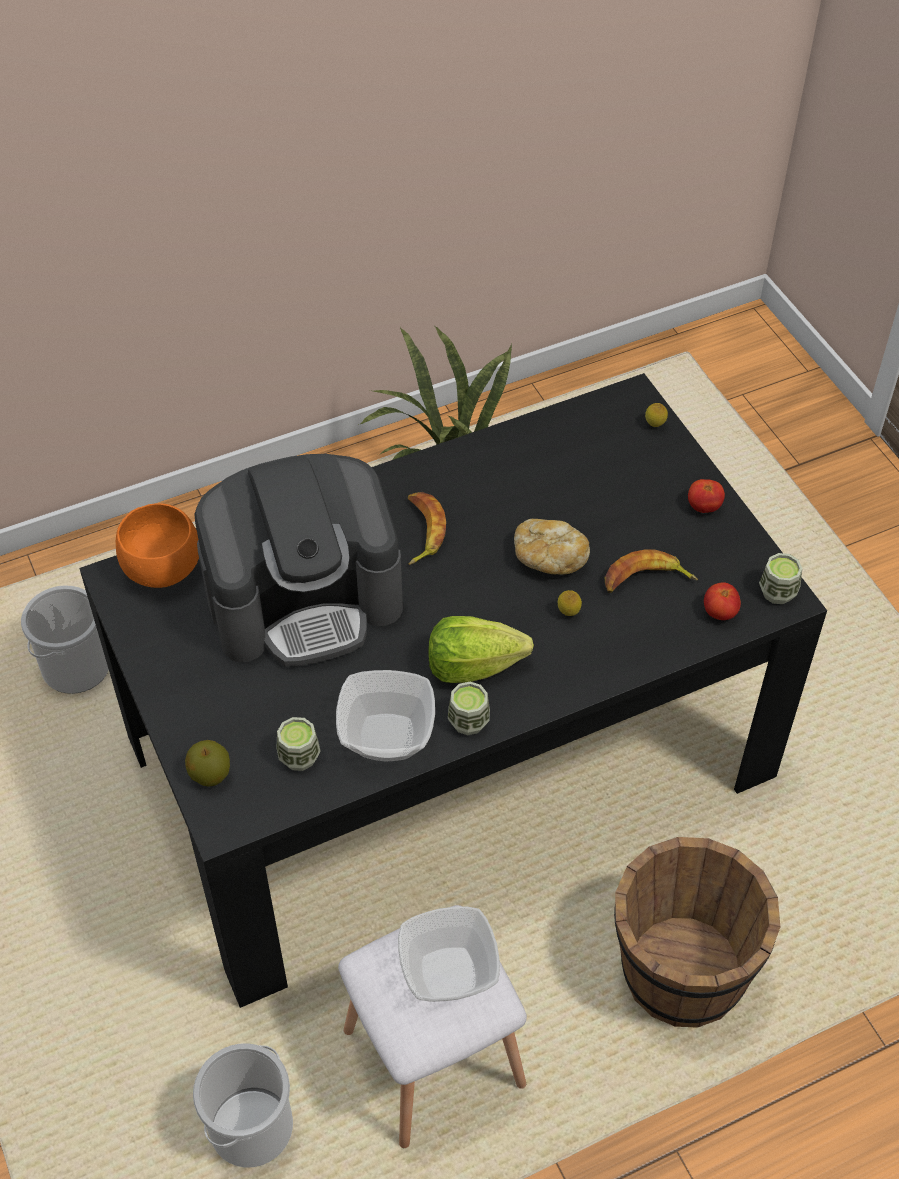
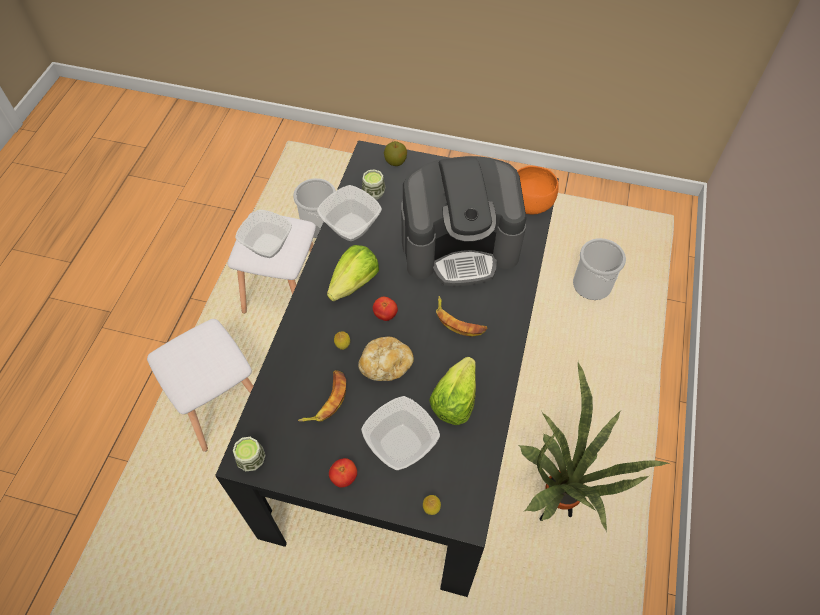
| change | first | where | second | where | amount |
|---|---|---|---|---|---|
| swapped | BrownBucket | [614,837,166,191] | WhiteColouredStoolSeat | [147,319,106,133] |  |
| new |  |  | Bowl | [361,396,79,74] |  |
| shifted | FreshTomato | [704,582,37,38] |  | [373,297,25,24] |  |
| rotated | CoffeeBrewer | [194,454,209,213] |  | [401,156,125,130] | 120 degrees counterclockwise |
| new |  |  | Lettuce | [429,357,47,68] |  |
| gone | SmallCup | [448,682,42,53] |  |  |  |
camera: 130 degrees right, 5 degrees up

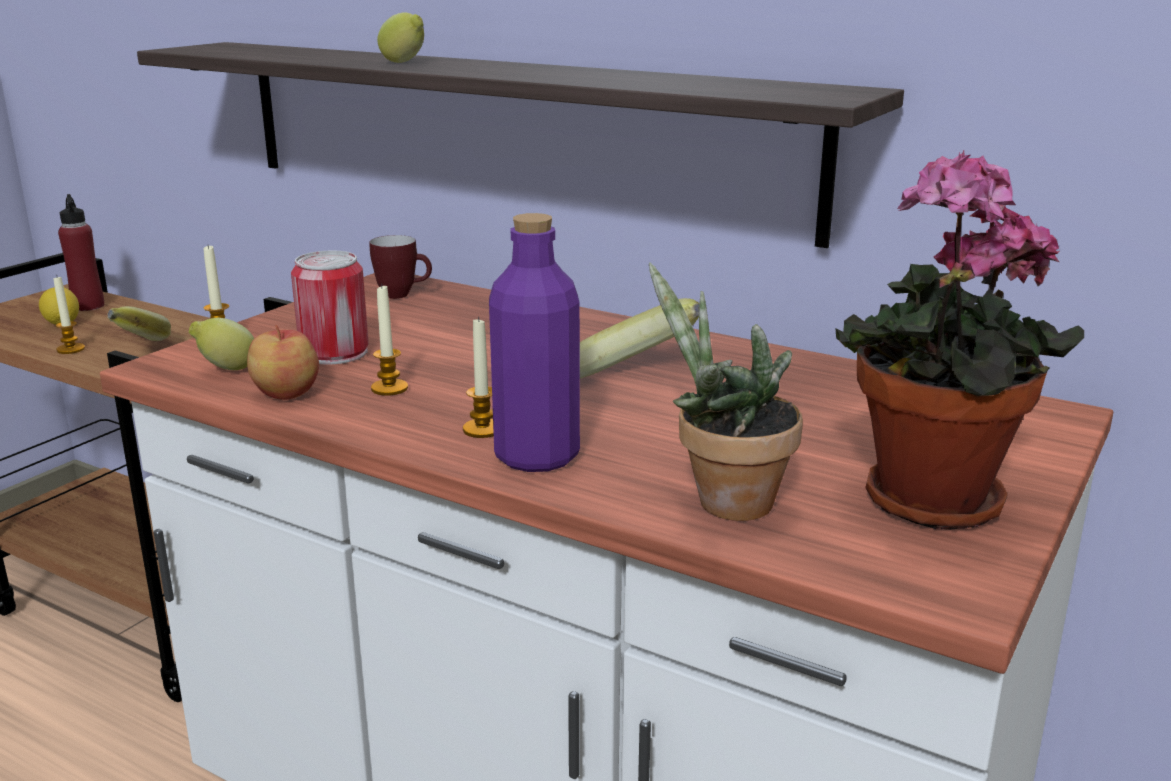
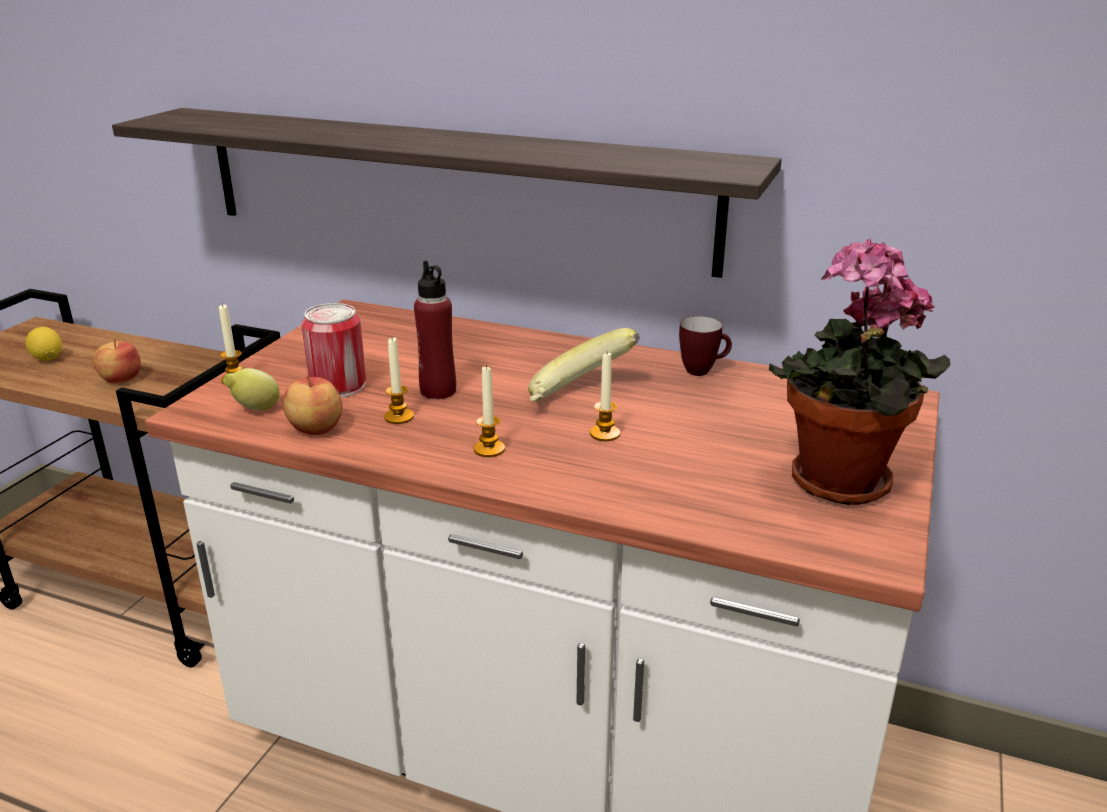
| change | first | where | second | where | amount |
|---|---|---|---|---|---|
| swapped | Banana | [107,306,64,35] | AppleFruit | [93,339,48,45] |  |
| shifted | RedColouredBeverageBottle | [58,194,46,117] |  | [414,261,42,138] |  |
| shifted | WaxCandle | [53,277,32,77] |  | [590,353,30,88] |  |
| shifted | Mug | [369,235,63,64] |  | [679,316,53,60] |  |
| gone | WholeLemon | [377,12,47,51] |  |  |  |
| gone | PurplishBeverageBottle | [489,213,91,259] |  |  |  |
| gone | PottedPlant | [649,263,154,258] |  |  |  |
camera: 10 degrees left, 5 degrees up

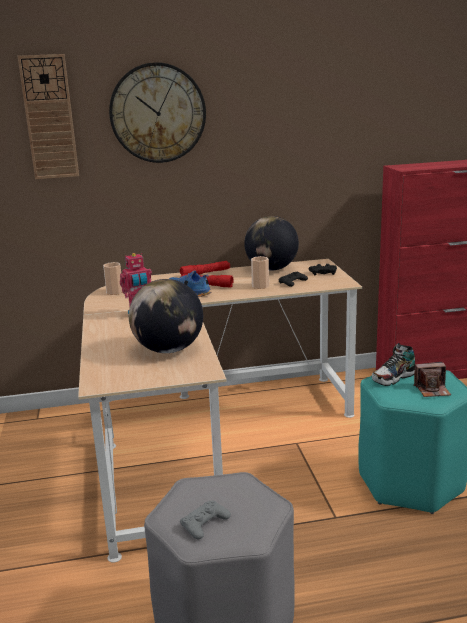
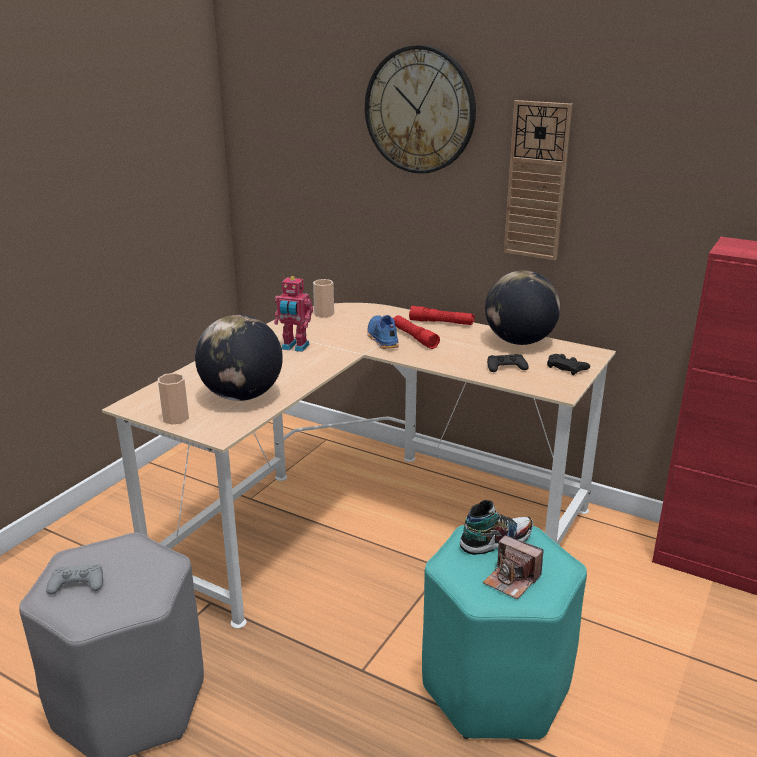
| change | first | where | second | where | amount |
|---|---|---|---|---|---|
| shifted | SmallCup | [251,256,18,33] |  | [158,373,31,52] |  |
| rotated | ItemOfFootwear | [372,343,43,43] |  | [460,500,73,55] | 150 degrees clockwise |
| shifted | HangingClock | [17,54,62,125] |  | [504,100,69,161] |  |
camera: 40 degrees right, 5 degrees up

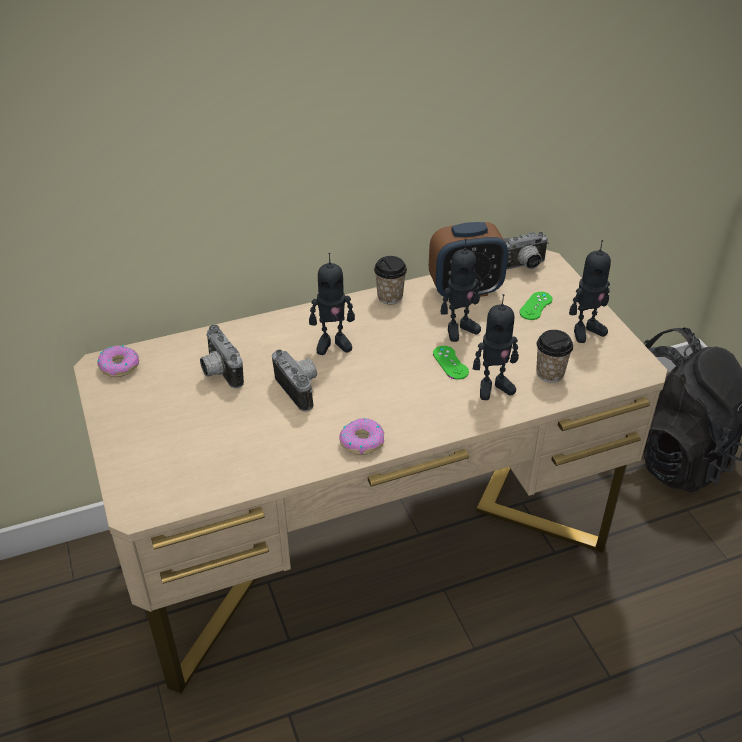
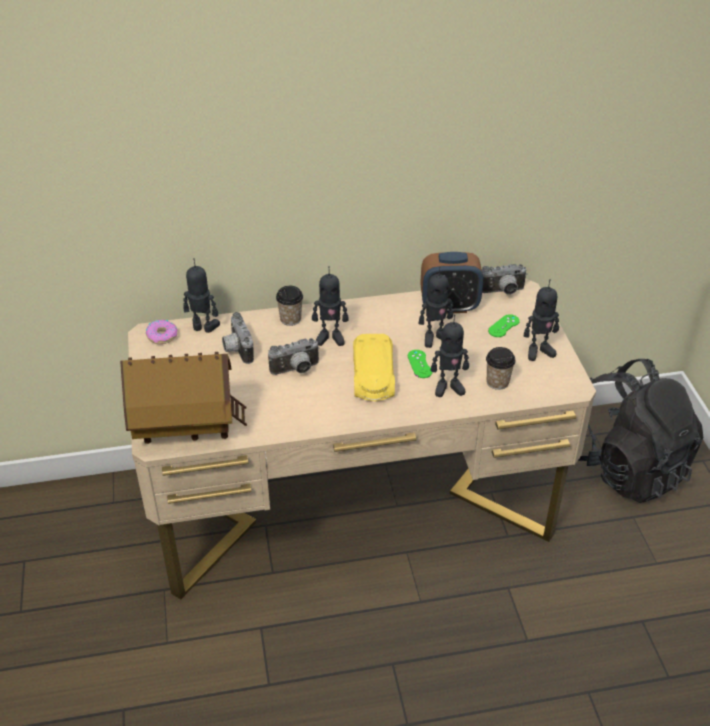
| change | first | where | second | where | amount |
|---|---|---|---|---|---|
| new |  |  | ToyHouse | [120,352,127,92] |  |
| new |  |  | ToyRobot | [183,258,37,75] |  |
| rotated | PhotoCamera | [272,349,45,63] |  | [268,338,52,37] | 90 degrees clockwise |
| shifted | SmallCup | [374,256,33,48] |  | [276,286,27,40] |  |
| new |  |  | YellowColouredModelCar | [353,334,42,67] |  |
| gone | Donut | [339,418,45,37] |  |  |  |
camera: 10 degrees right, 0 degrees up

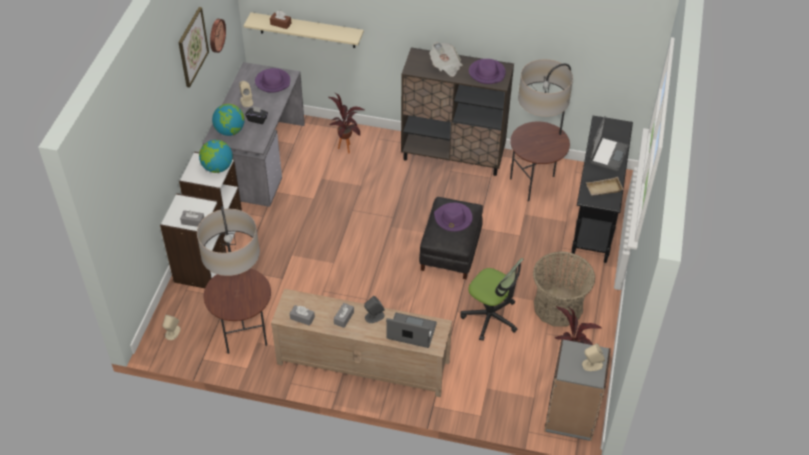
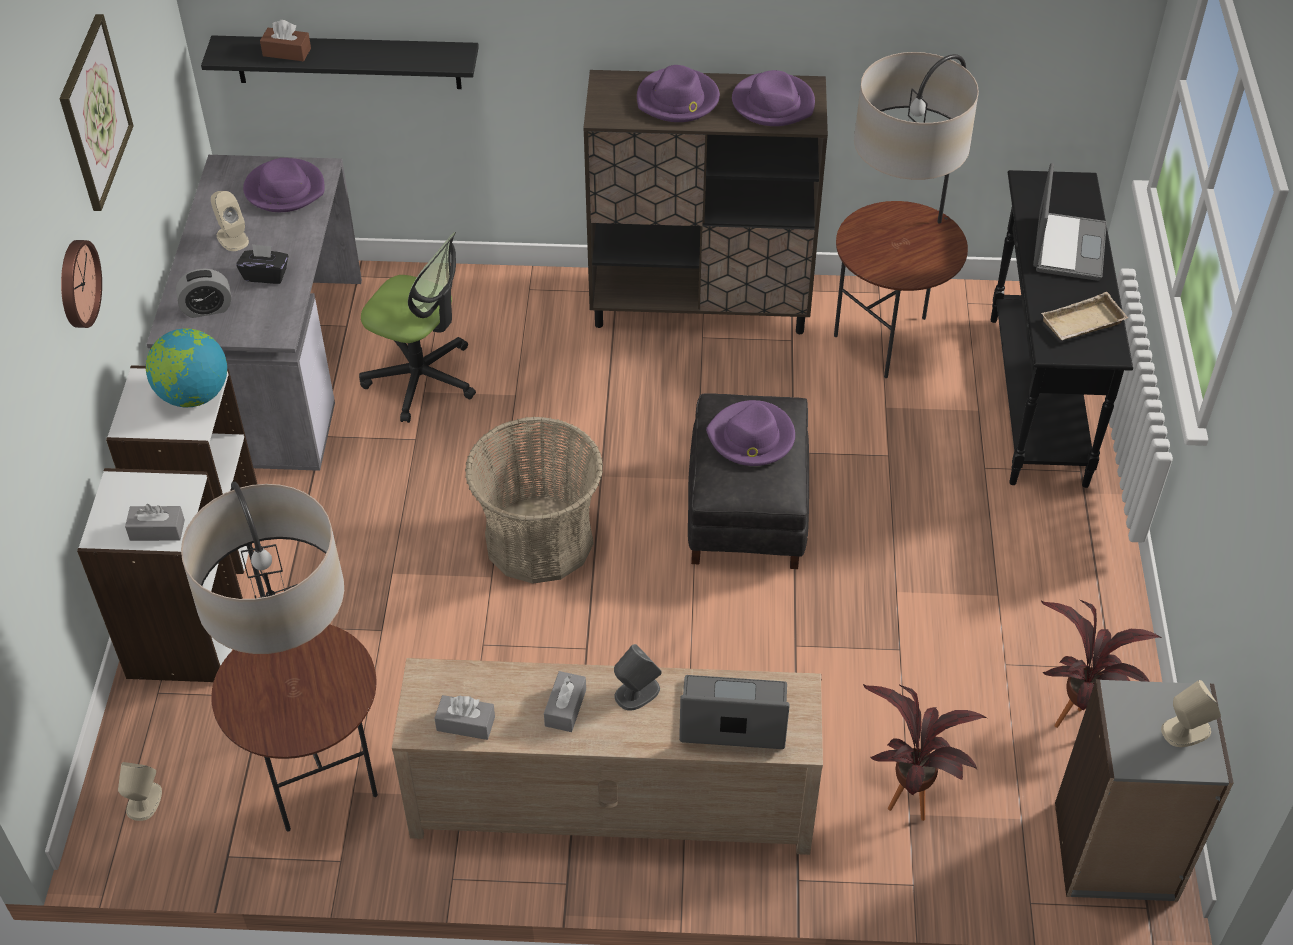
| change | first | where | second | where | amount |
|---|---|---|---|---|---|
| shifted | HangingClock | [210,19,16,34] |  | [61,240,41,88] |  |
| swapped | Globe | [212,104,33,32] | AlarmClock | [176,269,55,49] |  |
| repainted | SandColouredWallShelf | [244,12,120,36] | BlackWallShelf | [201,35,278,54] |  |
| shifted | DeskChair | [460,258,63,83] |  | [359,232,117,191] |  |
| shifted | StorageBasket | [533,251,62,76] |  | [465,417,138,167] |  |
| swapped | PrintedPaper | [429,42,34,35] | PurplishClothingHat | [637,65,83,57] |  |
| shifted | PottedPlant | [328,92,36,61] |  | [863,684,123,137] |  |
camera: 10 degrees left, 0 degrees up

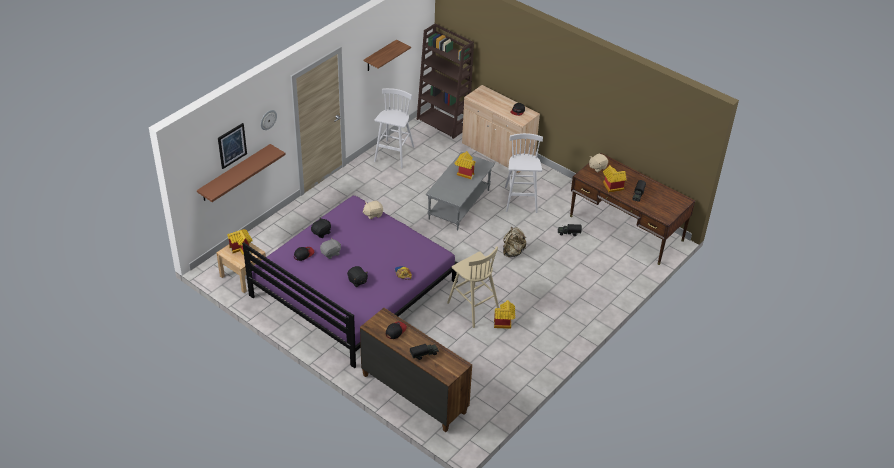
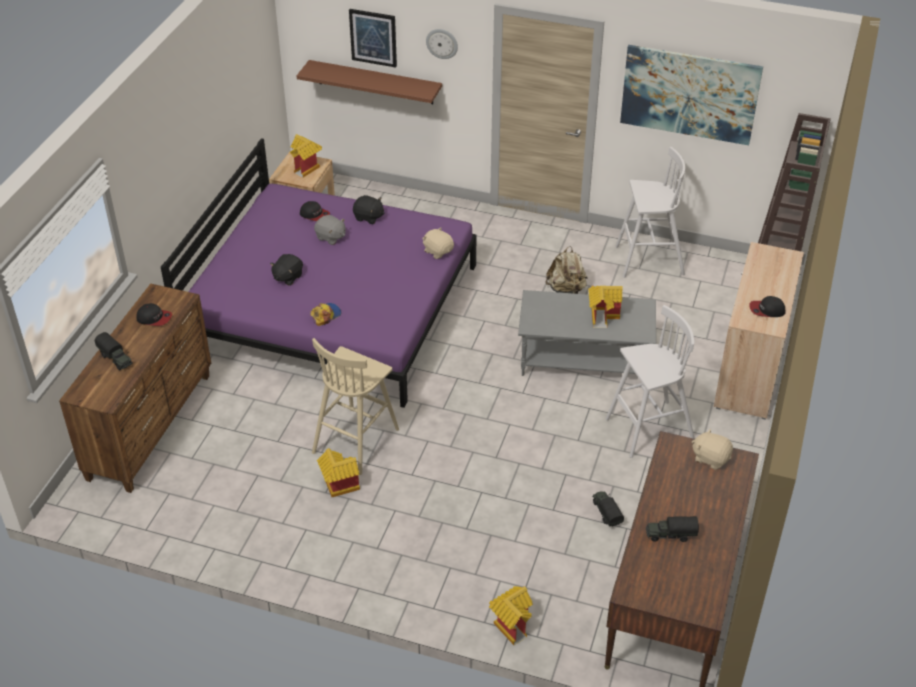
| change | first | where | second | where | amount |
|---|---|---|---|---|---|
| shifted | ToyHouse | [603,165,24,28] |  | [489,586,44,59] |  |
| shifted | SandColouredRucksack | [503,227,23,30] |  | [545,246,43,48] |  |
| swapped | WallShelf | [363,39,48,32] | WallPicture | [620,45,143,100] |  |
camera: 70 degrees right, 0 degrees up

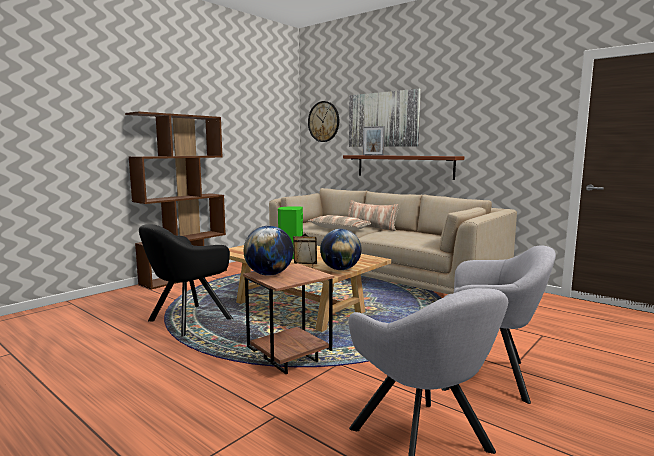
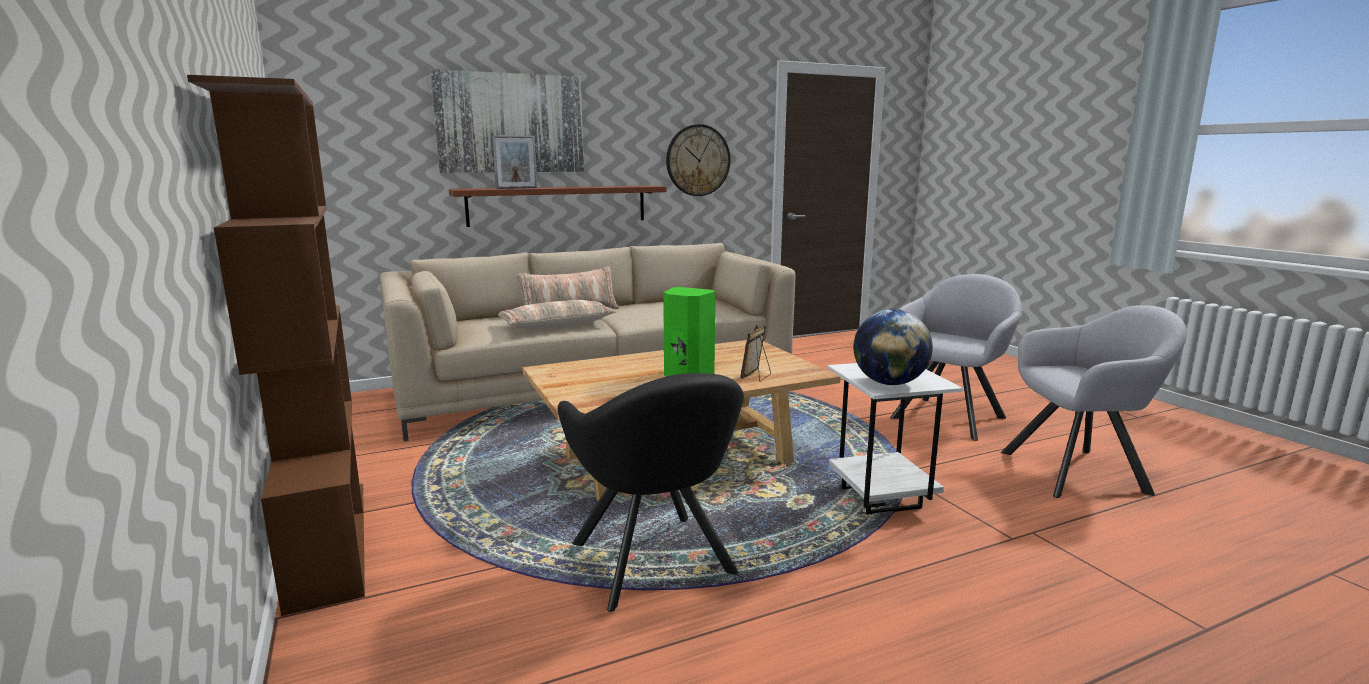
| change | first | where | second | where | amount |
|---|---|---|---|---|---|
| shifted | HangingClock | [308,101,31,41] |  | [666,124,64,72] |  |
| repainted | BrownSideTable | [243,263,91,111] | WhiteColouredSideTable | [828,363,135,151] |  |
| gone | Globe | [320,229,42,41] |  |  |  |
camera: 65 degrees left, 5 degrees up

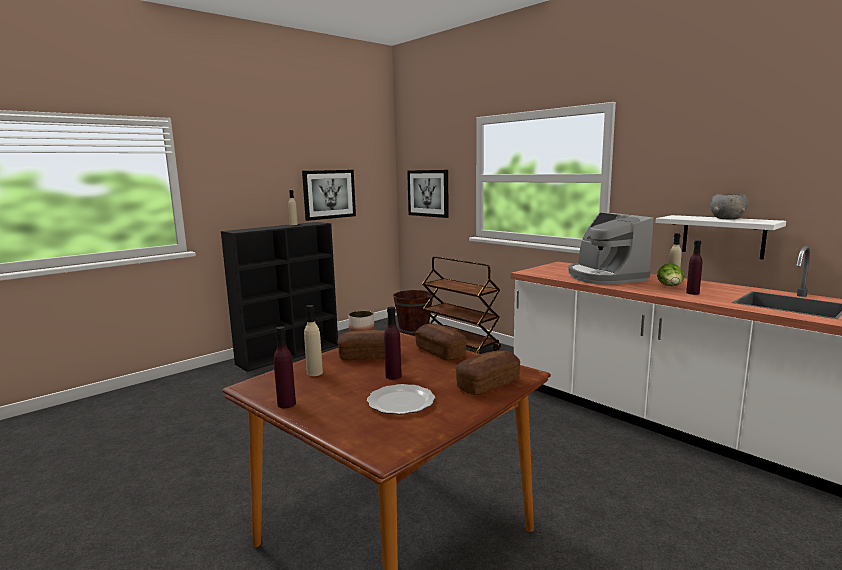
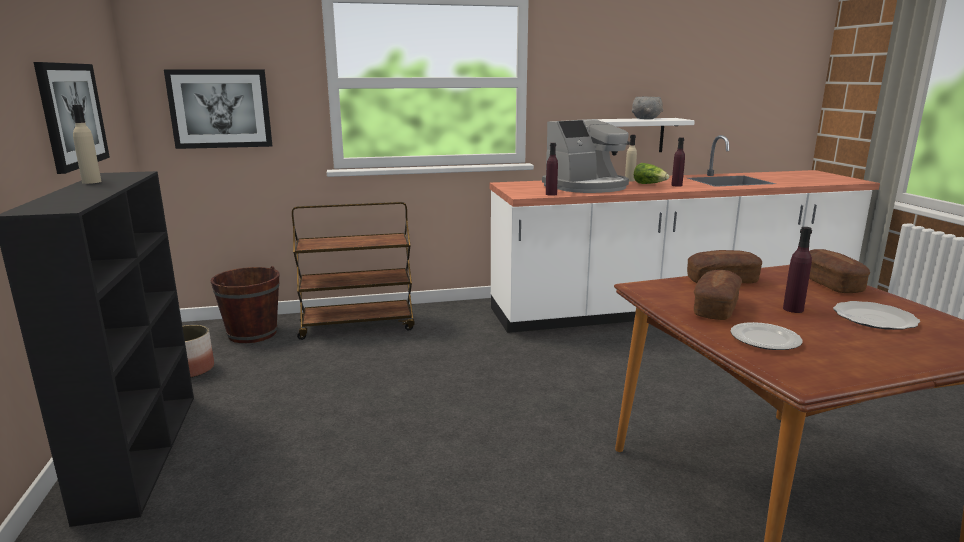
| change | first | where | second | where | amount |
|---|---|---|---|---|---|
| rotated | CoffeeBrewer | [568,213,85,71] |  | [542,119,88,74] | 45 degrees counterclockwise |
| shifted | PurplishBeverageBottle | [274,326,22,82] |  | [546,143,12,53] |  |
| swapped | SandColouredBeverageBottle | [304,305,19,71] | DinnerPlate | [730,322,72,28] |  |
camera: 60 degrees left, 5 degrees up

